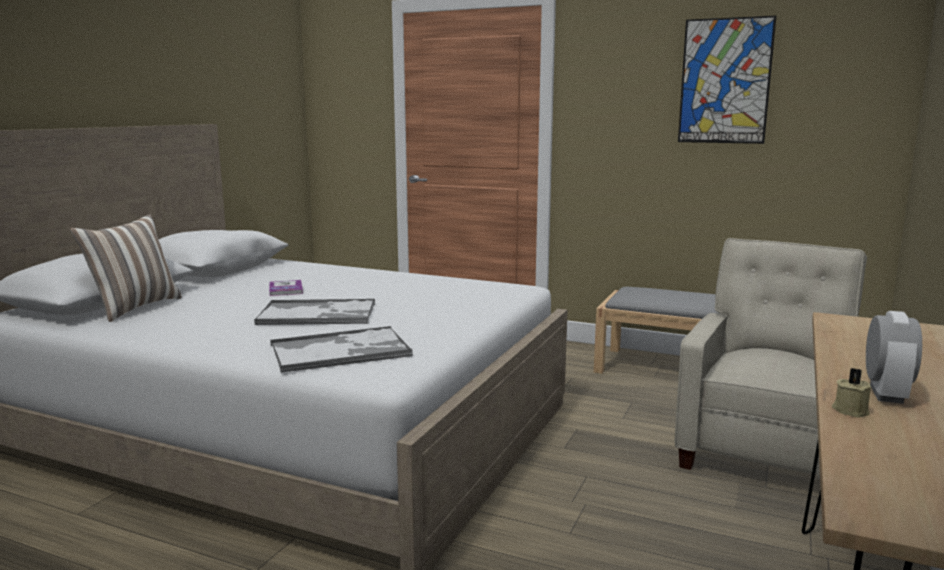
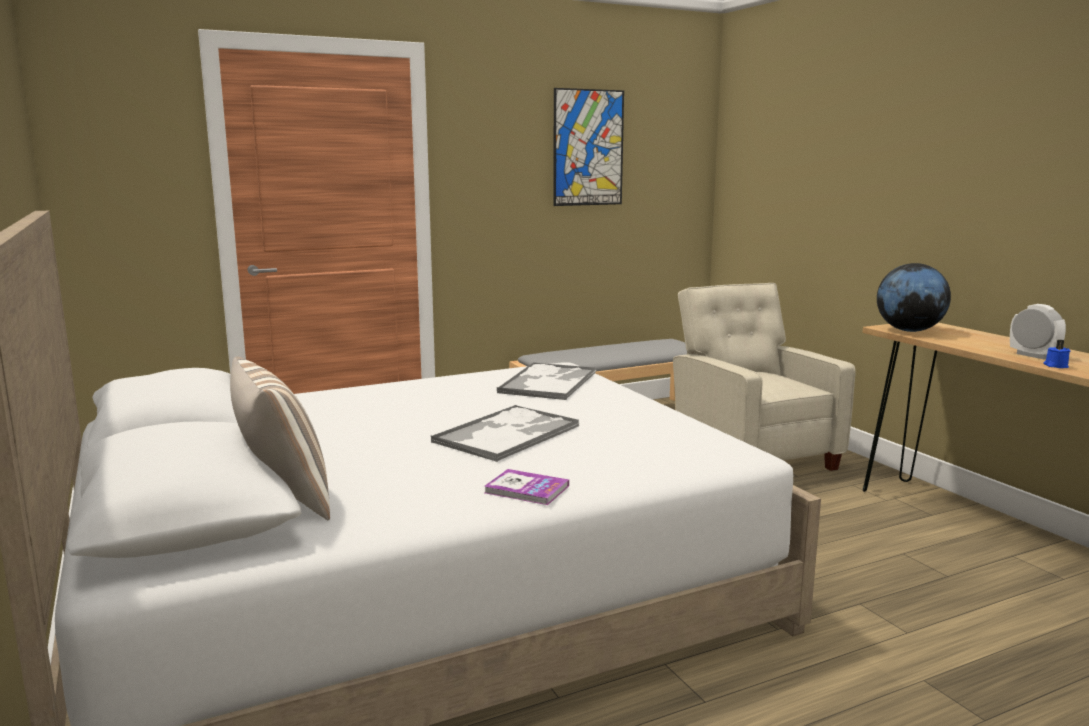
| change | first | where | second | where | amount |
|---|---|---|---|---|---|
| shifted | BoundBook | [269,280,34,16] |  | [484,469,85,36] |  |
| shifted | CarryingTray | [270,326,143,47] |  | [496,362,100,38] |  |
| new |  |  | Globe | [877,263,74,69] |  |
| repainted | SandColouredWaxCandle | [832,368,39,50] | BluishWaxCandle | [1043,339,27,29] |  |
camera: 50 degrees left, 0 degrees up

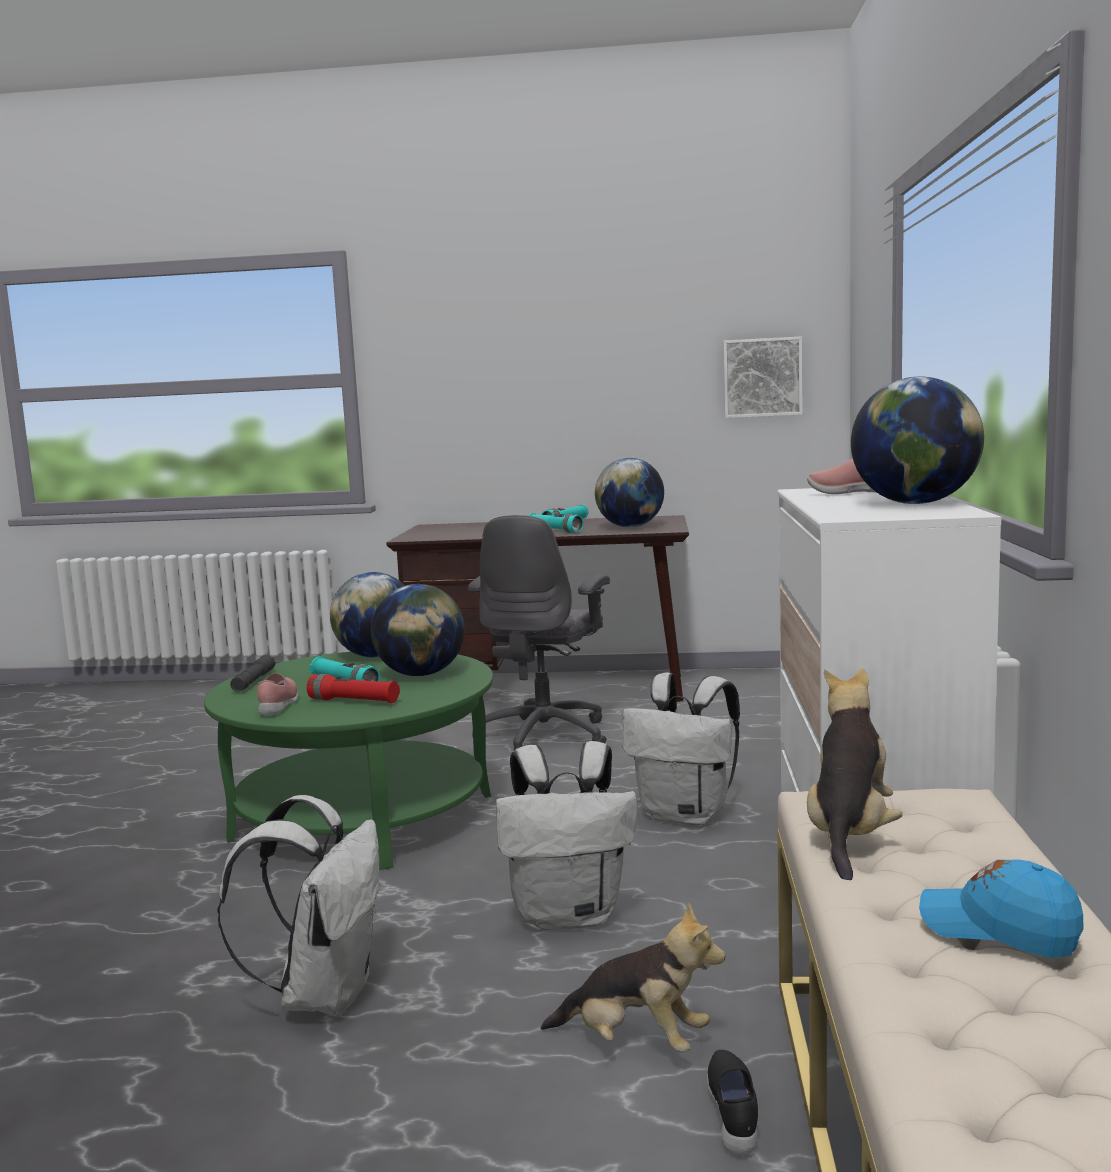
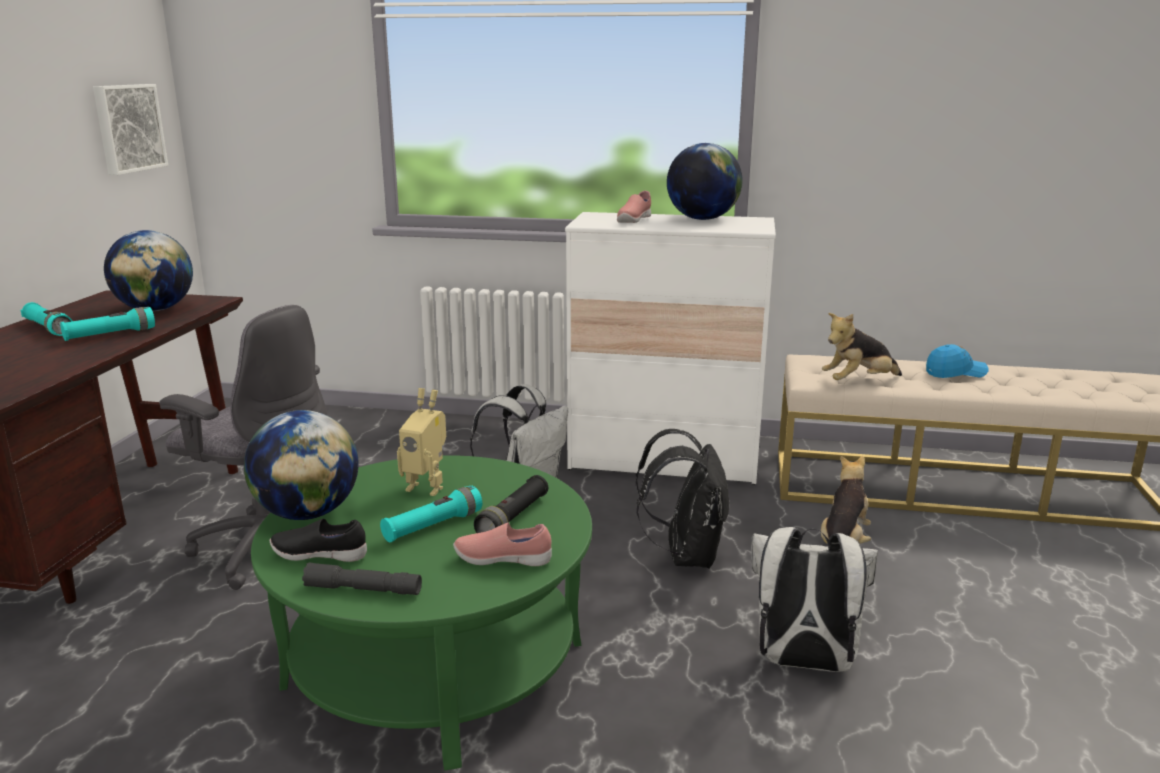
| change | first | where | second | where | amount |
|---|---|---|---|---|---|
| shifted | BlackItemOfFootwear | [707,1050,51,105] |  | [270,518,97,44] |  |
| swapped | Globe | [371,584,94,92] | ToyRobot | [397,388,49,108] |  |
| repainted | RedColouredHandTorch | [307,674,93,29] | BlackHandTorch | [474,475,74,58] |  |
| repainted | WhiteColouredRucksack | [496,741,141,190] | BlackRucksack | [636,429,93,140] |  |
| rotated | CuddlyToy | [807,668,96,212] |  | [822,313,80,67] | 45 degrees counterclockwise |
| rotated | BluishCap | [919,859,164,99] |  | [926,344,63,34] | 135 degrees counterclockwise |
camera: 85 degrees left, 10 degrees up

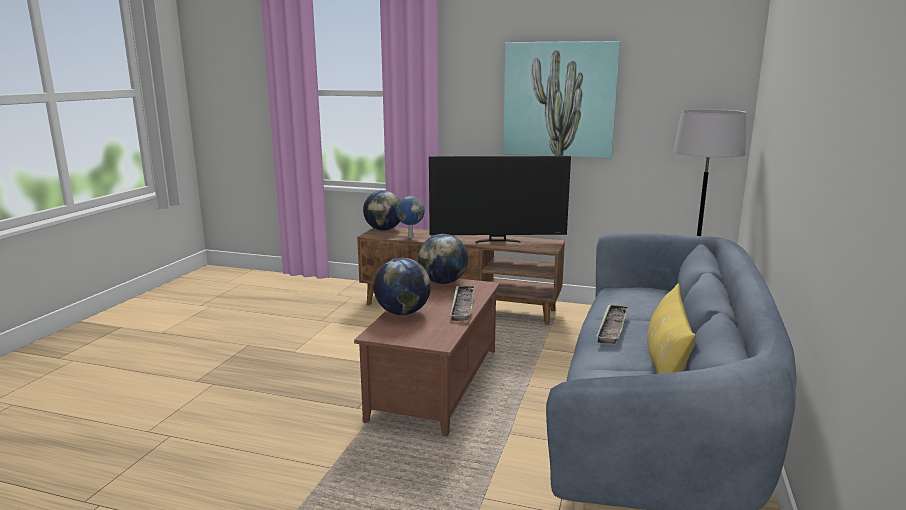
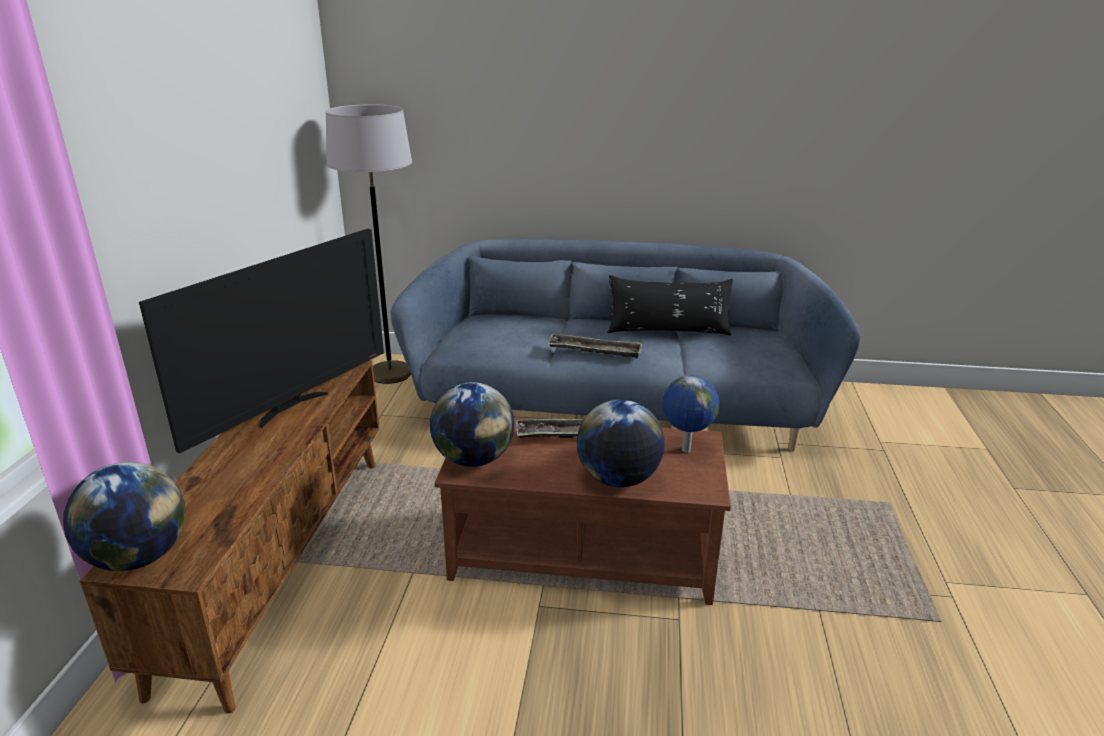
| change | first | where | second | where | amount |
|---|---|---|---|---|---|
| rotated | TvSet | [429,156,142,87] |  | [139,229,245,224] | 45 degrees clockwise |
| repainted | YellowColouredCushion | [647,284,49,90] | BlackCushion | [607,275,126,61] |  |
| shifted | Globe | [396,196,29,42] |  | [662,376,57,77] |  |
| gone | WallPicture | [503,41,117,117] |  |  |  |
camera: 100 degrees left, 10 degrees up

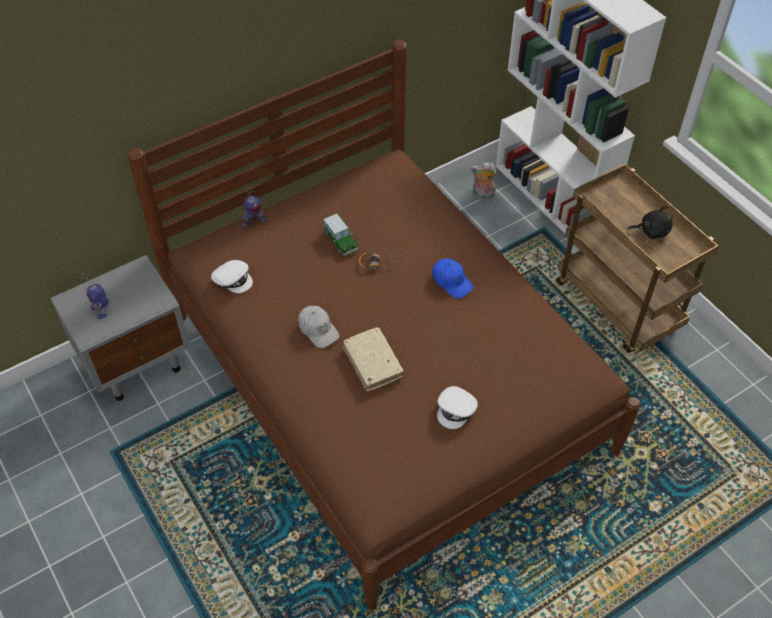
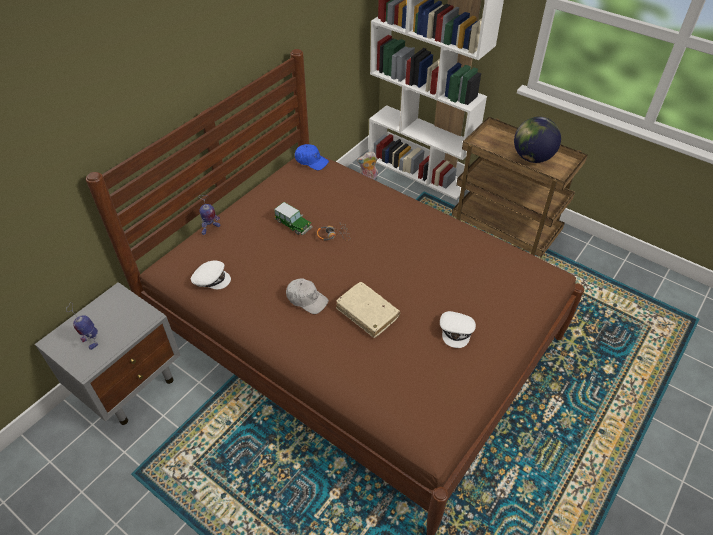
| change | first | where | second | where | amount |
|---|---|---|---|---|---|
| shifted | BluishCap | [432,259,42,40] |  | [295,144,34,26] |  |
| swapped | BlackCuddlyToy | [628,206,46,33] | Globe | [514,117,47,46] |  |
camera: 20 degrees left, 5 degrees down

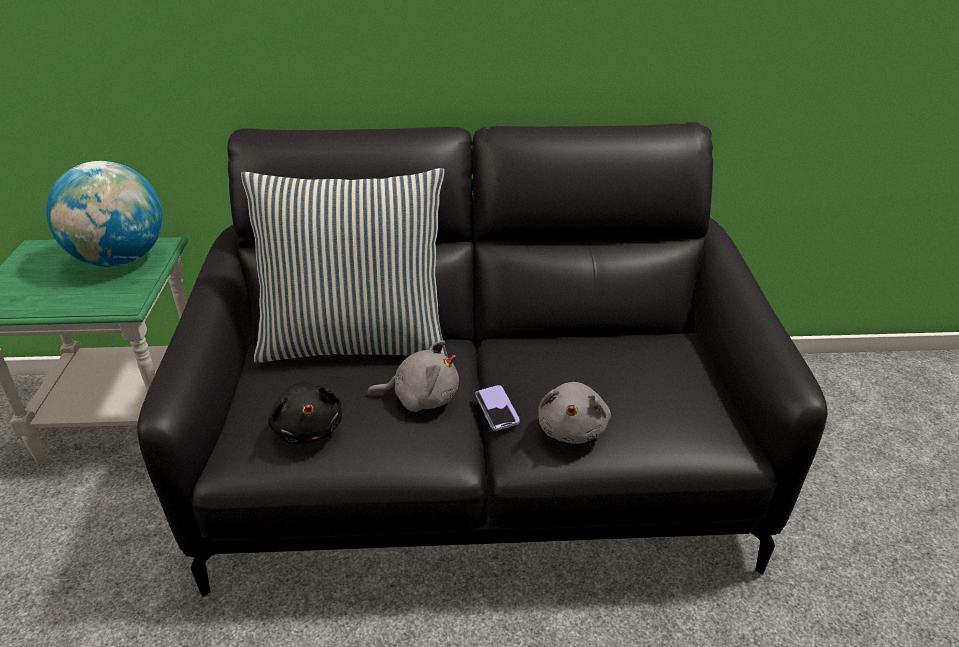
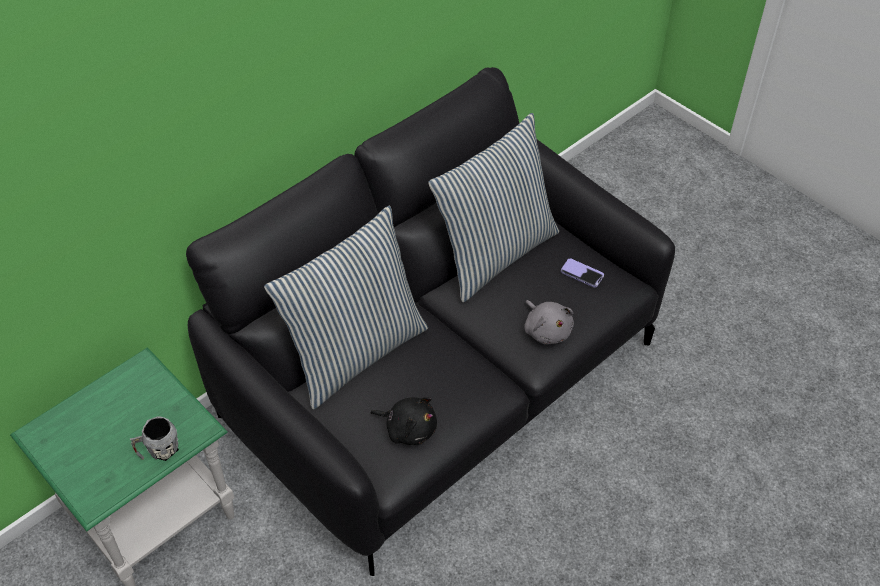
| change | first | where | second | where | amount |
|---|---|---|---|---|---|
| new |  |  | GrayMug | [129,416,50,45] |  |
| new |  |  | Cushion | [428,113,131,190] |  |
| shifted | Handset | [475,385,45,46] |  | [561,259,43,29] |  |
| gone | Globe | [46,161,117,106] |  |  |  |
| gone | GrayCuddlyToy | [367,340,92,72] |  |  |  |
camera: 40 degrees left, 15 degrees up

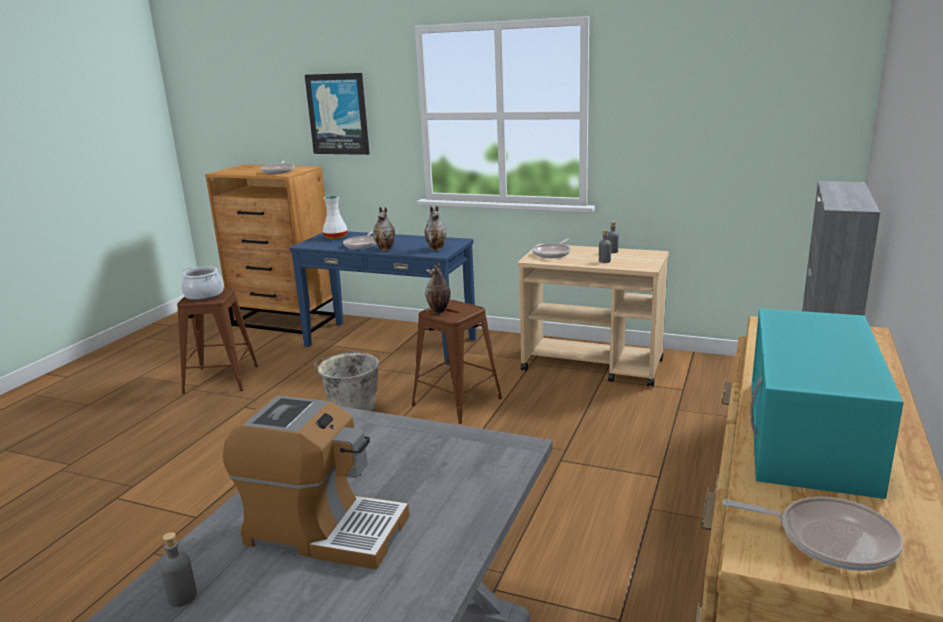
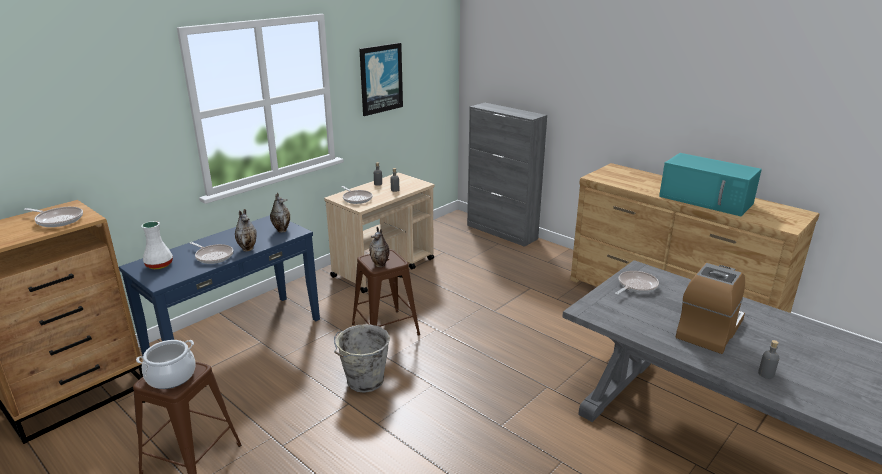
| change | first | where | second | where | amount |
|---|---|---|---|---|---|
| shifted | WallPicture | [305,73,65,82] |  | [359,43,44,73] |  |
| shifted | FryingPan | [722,497,181,74] |  | [615,271,44,24] |  |
camera: 70 degrees left, 5 degrees up

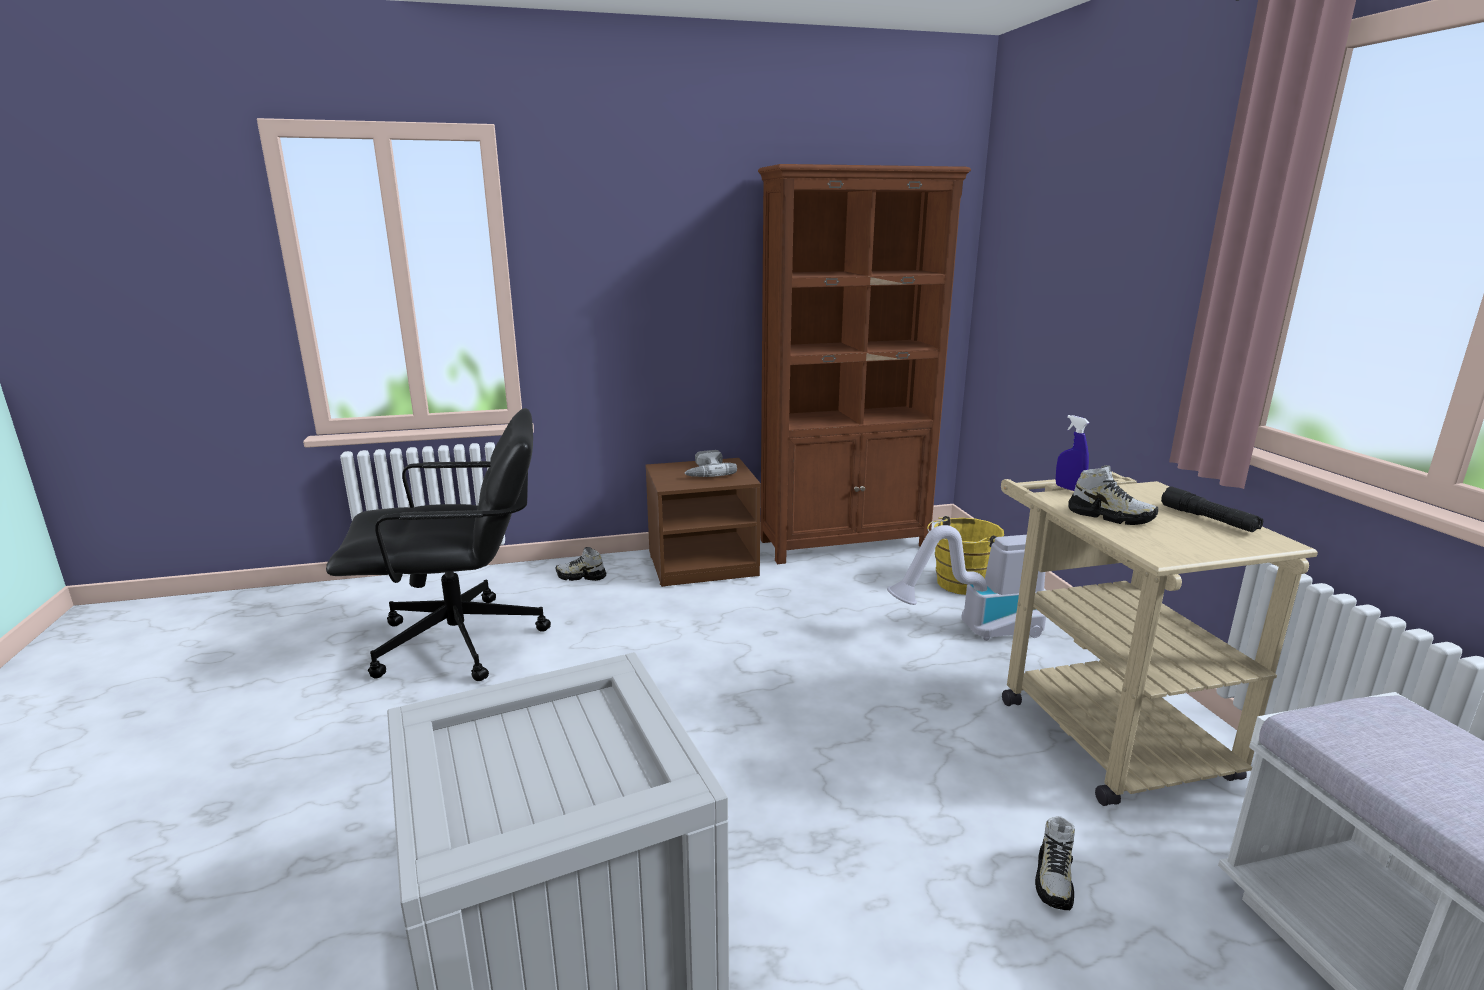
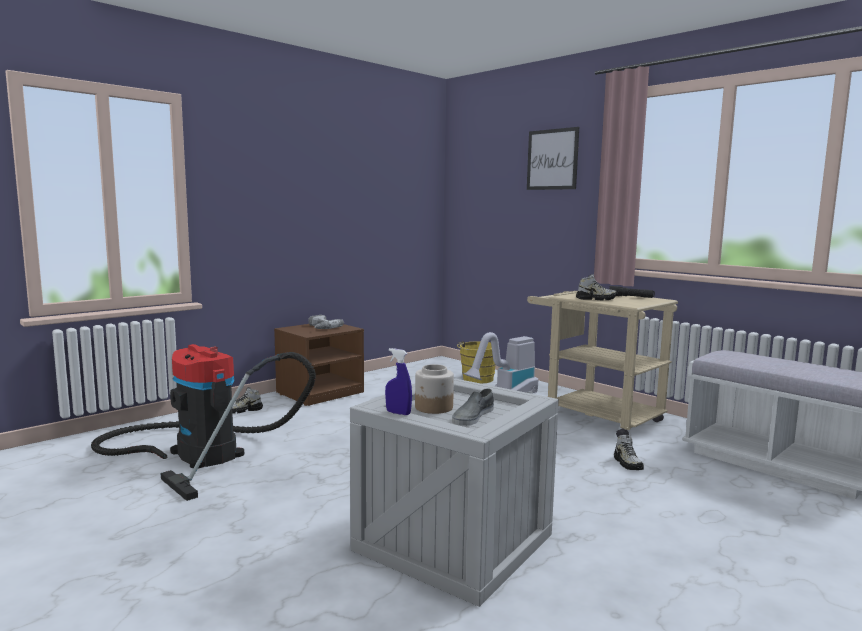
| change | first | where | second | where | amount |
|---|---|---|---|---|---|
| swapped | BlackDeskChair | [326,408,225,273] | Vacuum | [91,344,225,157] |  |
| shifted | BluishHandSprayer | [1056,415,33,76] |  | [385,348,27,67] |  |
| new |  |  | Jar | [415,364,39,50] |  |
| new |  |  | GrayItemOfFootwear | [452,388,42,38] |  |
| new |  |  | WallPicture | [527,127,52,63] |  |
| gone | BrownBookshelf | [758,164,213,400] |  |  |  |
camera: 30 degrees left, 10 degrees down

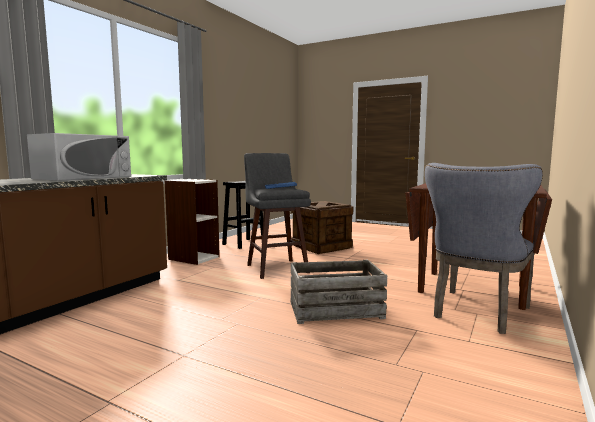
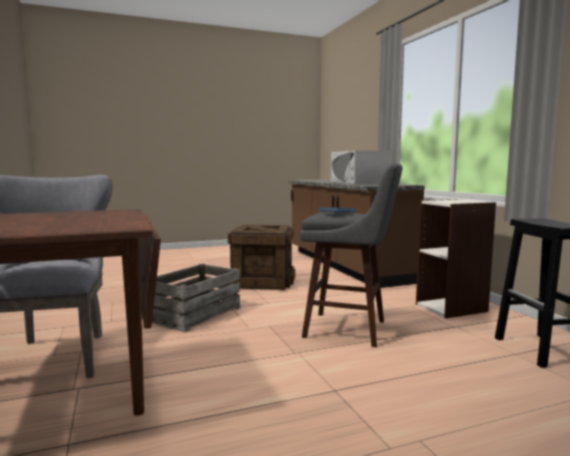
| change | first | where | second | where | amount |
|---|---|---|---|---|---|
| shifted | ShippingCrate | [291,201,62,53] |  | [228,225,67,65] |  |
camera: 130 degrees right, 0 degrees up

